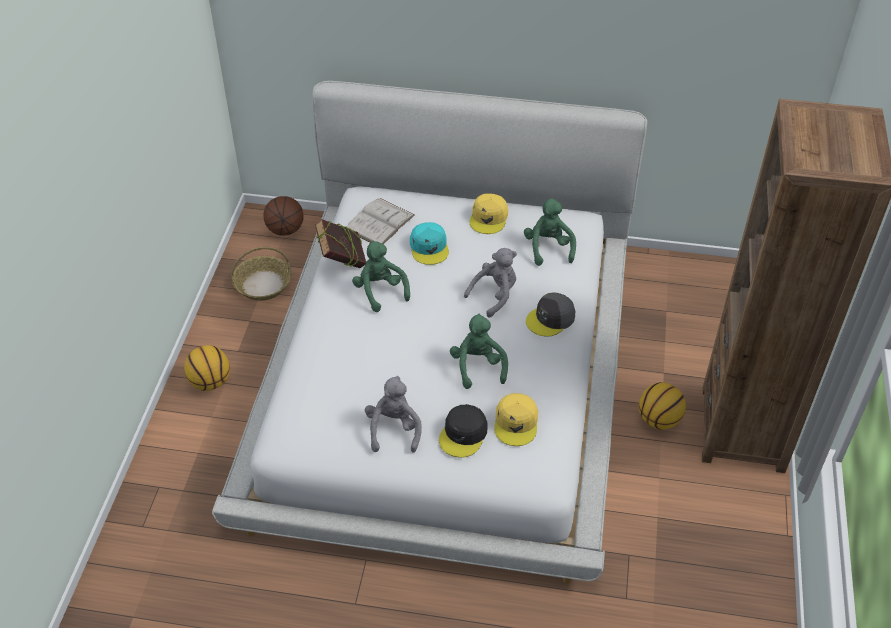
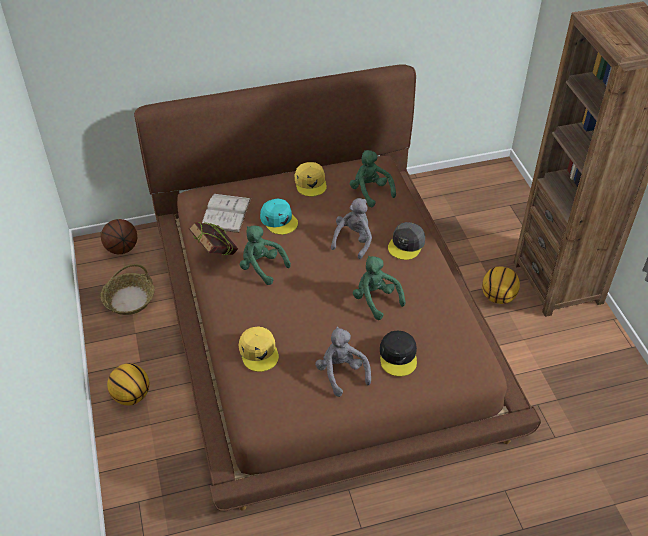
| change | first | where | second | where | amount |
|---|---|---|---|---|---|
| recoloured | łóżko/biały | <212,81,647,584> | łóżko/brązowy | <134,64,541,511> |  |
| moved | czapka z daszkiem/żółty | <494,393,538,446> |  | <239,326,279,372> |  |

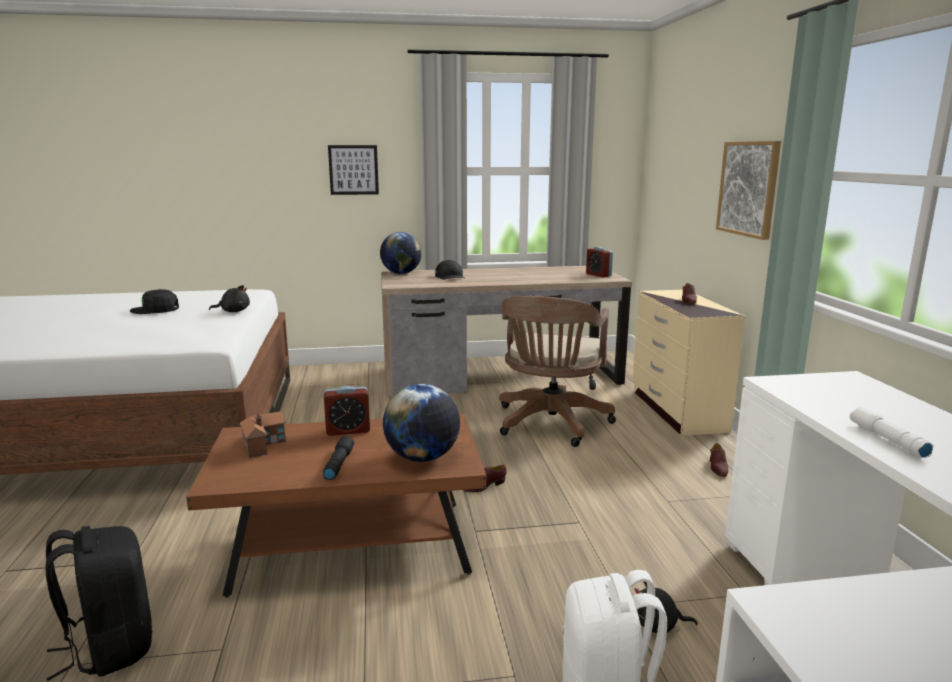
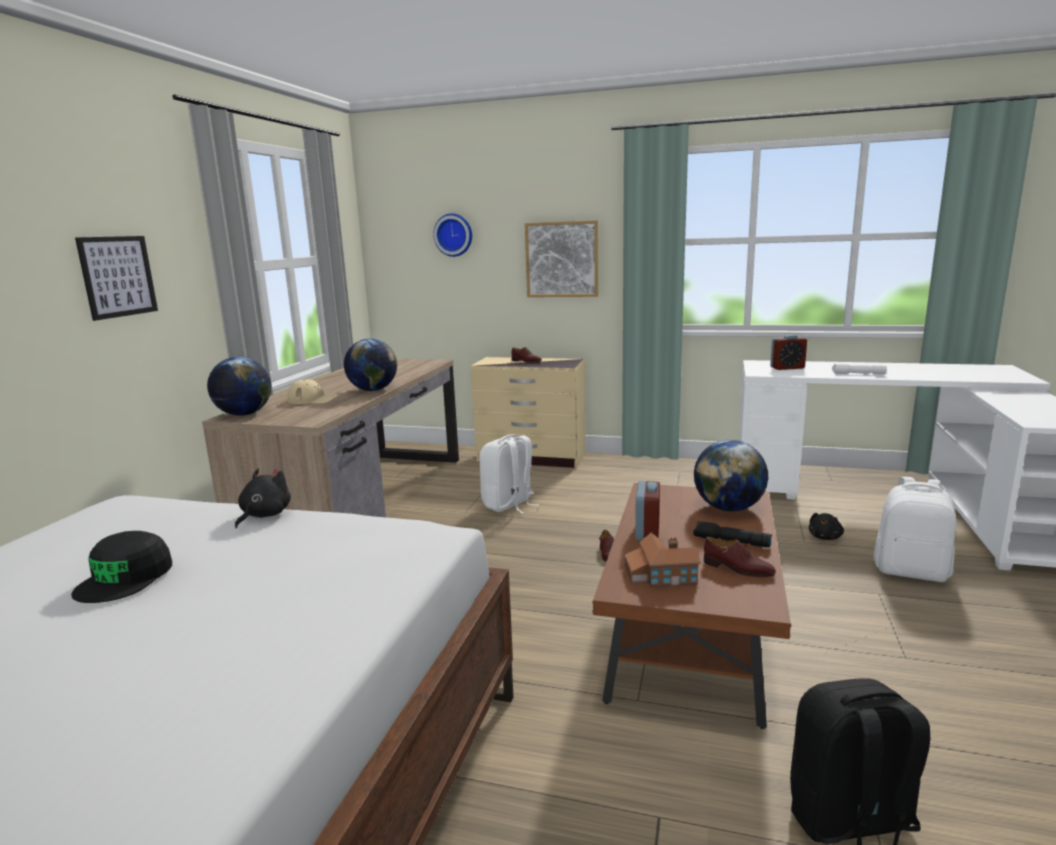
| change | first | where | second | where | amount |
|---|---|---|---|---|---|
| recoloured | czapka z daszkiem/czarny | <435,260,464,280> | czapka z daszkiem/beżowy | <287,379,339,404> |  |
| added |  |  | globus | <344,339,397,391> |  |
| added |  |  | zegar ścienny | <433,213,472,257> |  |
| replaced | krzesło biurowe/brązowy | <499,296,616,447> | plecak/biały | <480,435,539,514> |  |
| moved | but/brązowy | <710,443,728,477> |  | <704,537,776,577> |  |
| moved | budzik | <586,247,613,277> |  | <770,335,807,370> |  |

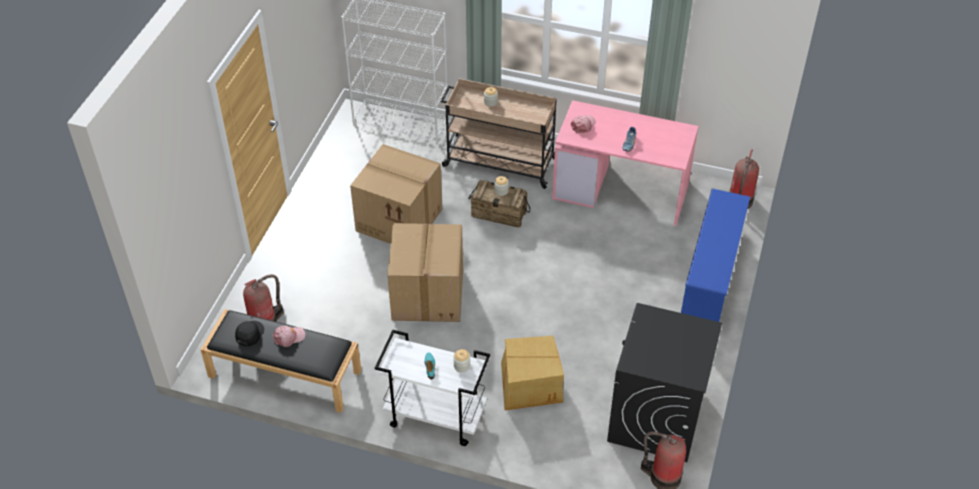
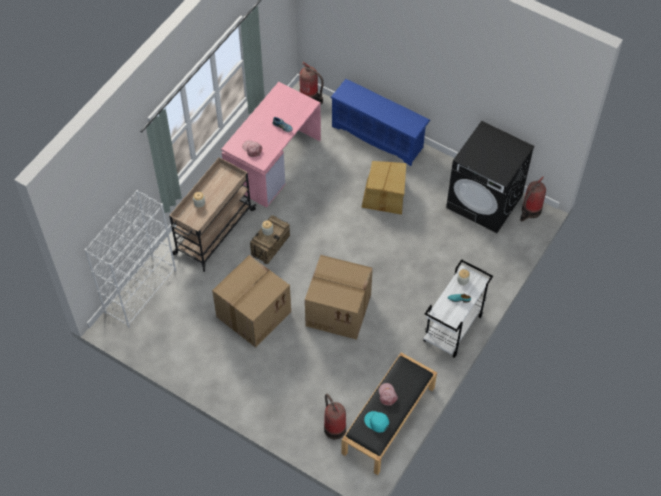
| change | first | where | second | where | amount |
|---|---|---|---|---|---|
| moved | karton | <501,336,564,410> |  | <361,161,406,215> |  |
| recoloured | czapka z daszkiem/czarny | <235,321,264,346> | czapka z daszkiem/turkusowy | <364,411,389,433> |  |

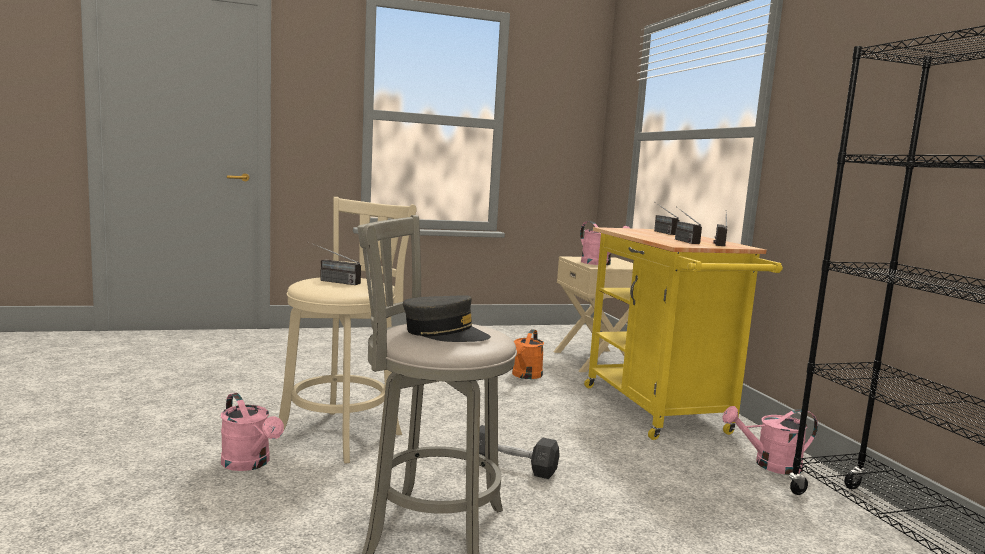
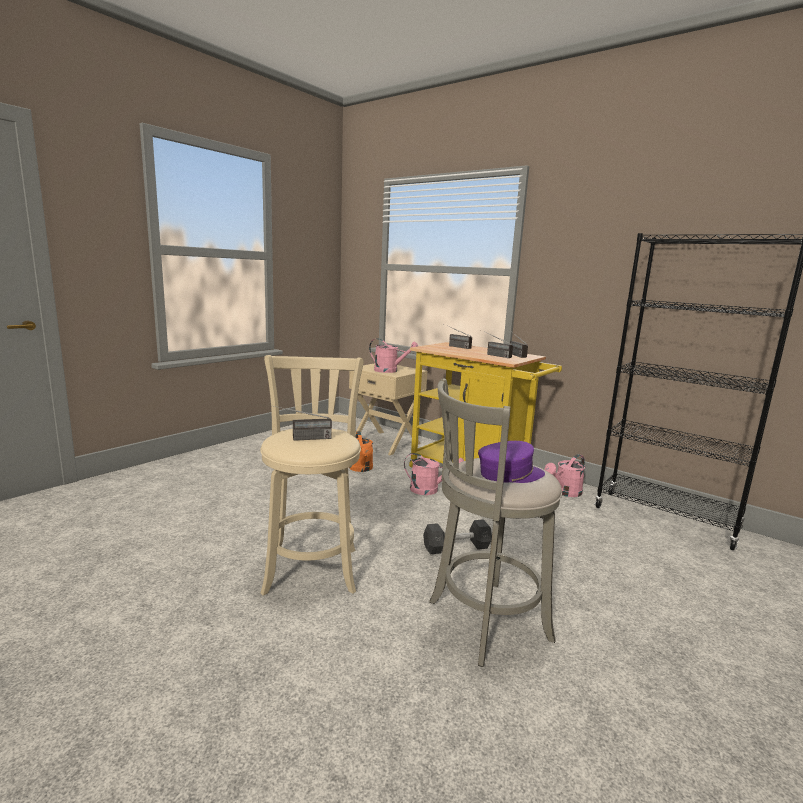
| change | first | where | second | where | amount |
|---|---|---|---|---|---|
| moved | konewka/różowy | <221,393,284,471> |  | <404,453,464,495> |  |
| recoloured | czapka z daszkiem/szary | <403,295,491,342> | czapka z daszkiem/fioletowy | <478,441,545,483> |  |

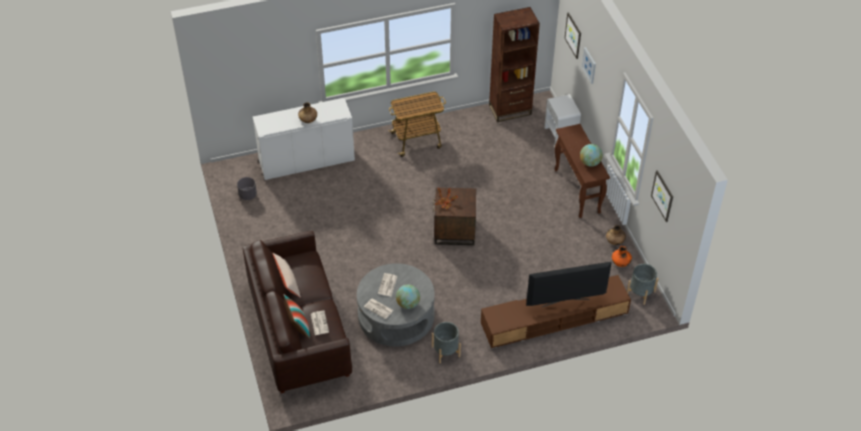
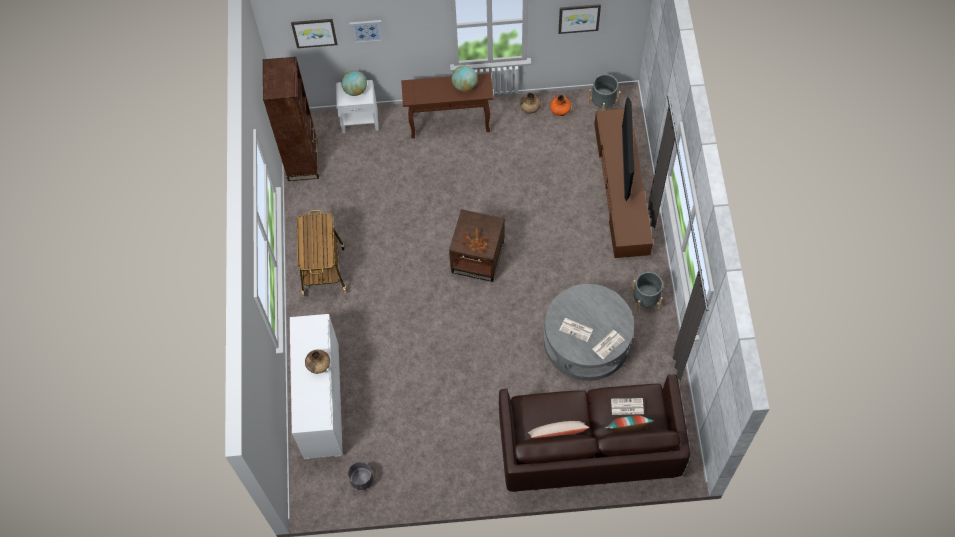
| change | first | where | second | where | amount |
|---|---|---|---|---|---|
| moved | globus | <396,285,420,309> |  | <341,70,367,96> |  |

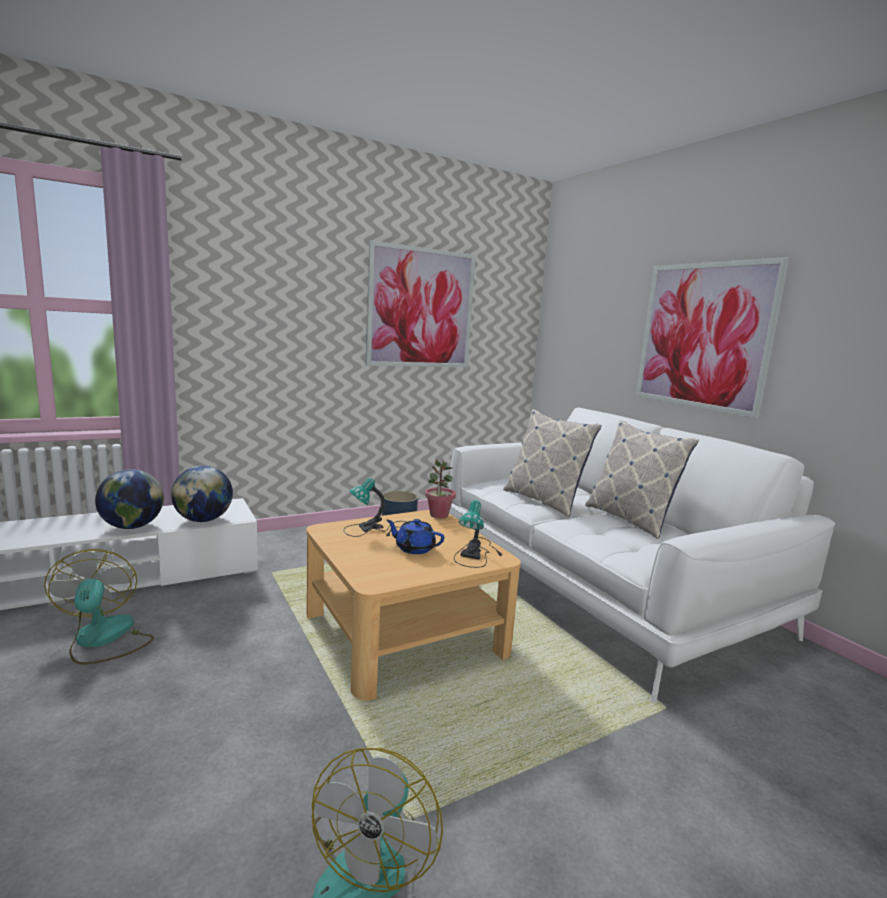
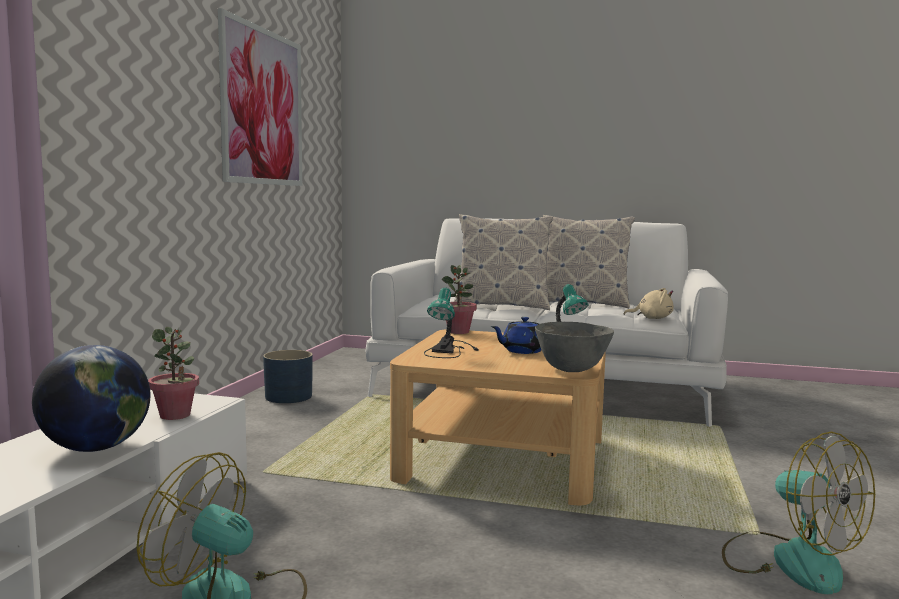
| change | first | where | second | where | amount |
|---|---|---|---|---|---|
| replaced | globus | <171,465,233,522> | roślina doniczkowa | <148,327,199,420> |  |
| added |  |  | miska/szary | <535,322,614,372> |  |
| added |  |  | pluszak/beżowy | <624,288,674,319> |  |
| removed | obraz | <636,257,790,418> |  |  |  |

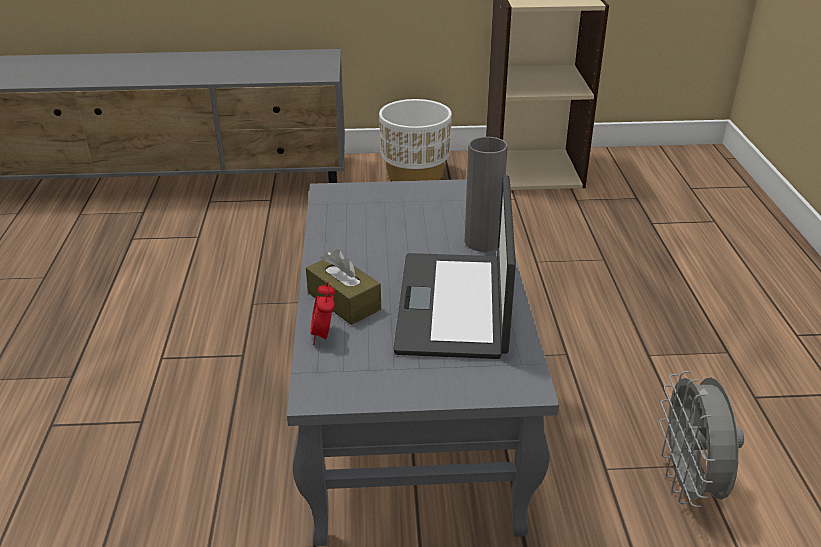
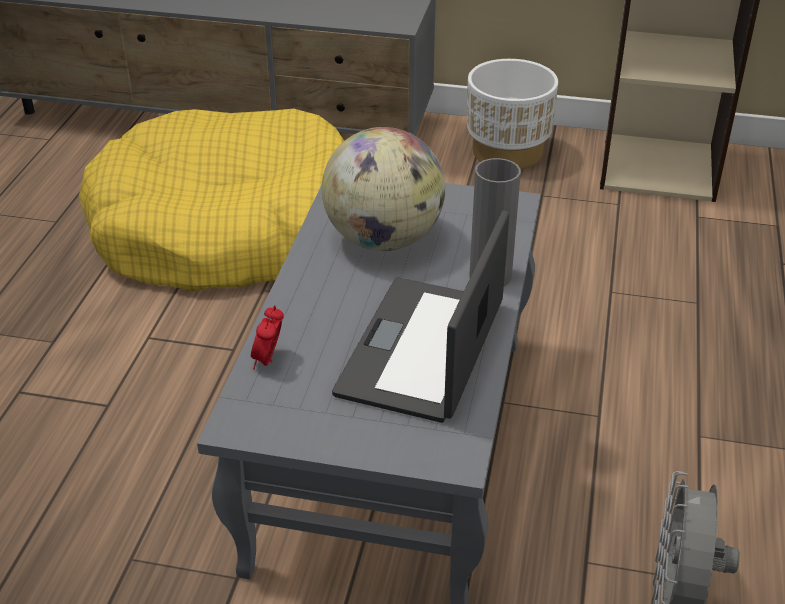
| change | first | where | second | where | amount |
|---|---|---|---|---|---|
| added |  |  | legowisko/żółty | <79,109,344,292> |  |
| added |  |  | globus | <322,127,445,251> |  |
| removed | pudełko chusteczek/brązowy | <306,249,381,325> |  |  |  |

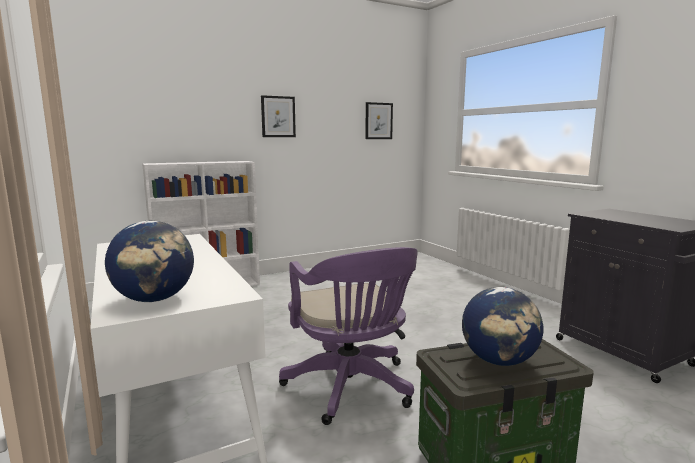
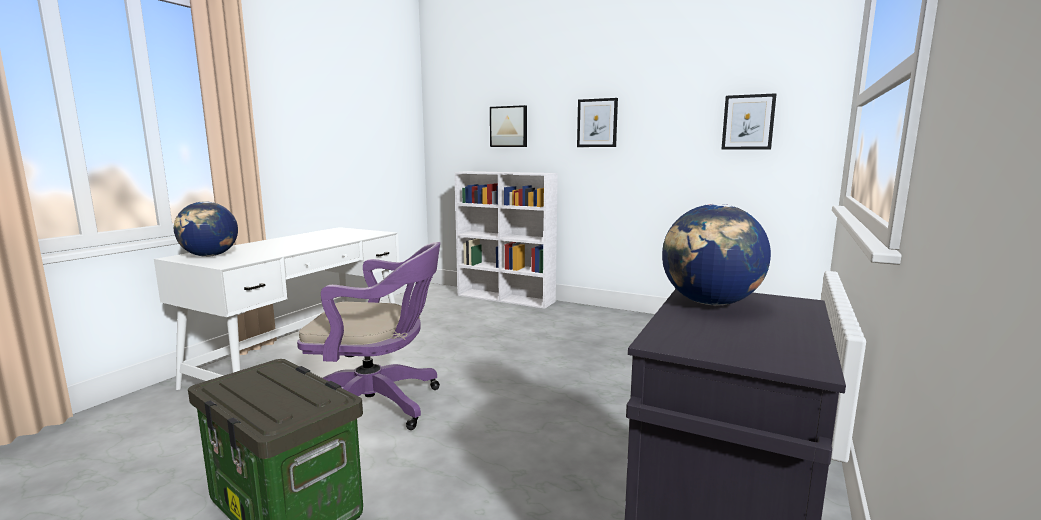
| change | first | where | second | where | amount |
|---|---|---|---|---|---|
| turned | krzesło biurowe/fioletowy | <279,247,418,425> |  | <297,242,440,430> | 120 degrees counterclockwise |
| added |  |  | obraz | <490,105,527,147> |  |
| moved | globus | <462,287,544,366> |  | <662,204,771,305> |  |

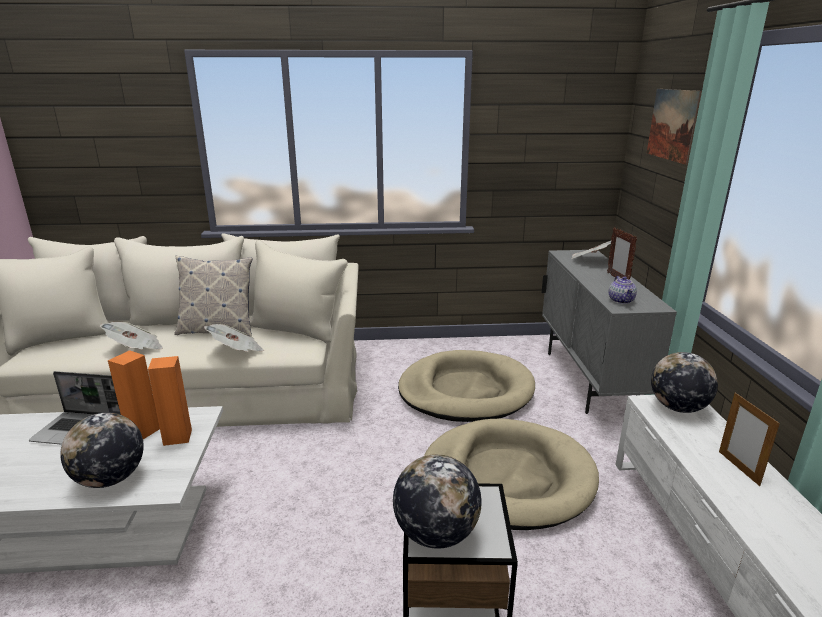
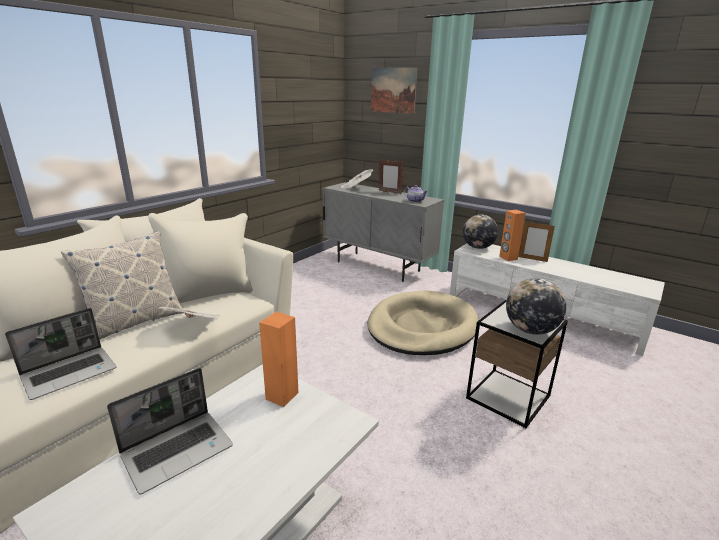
| change | first | where | second | where | amount |
|---|---|---|---|---|---|
| replaced | gazeta | <100,322,163,350> | laptop | <5,308,116,400> |  |
| moved | głośnik/pomarańczowy | <108,350,160,439> |  | <499,210,526,261> |  |
| removed | globus | <60,413,144,488> |  |  |  |
| removed | legowisko/beżowy | <398,350,535,422> |  |  |  |

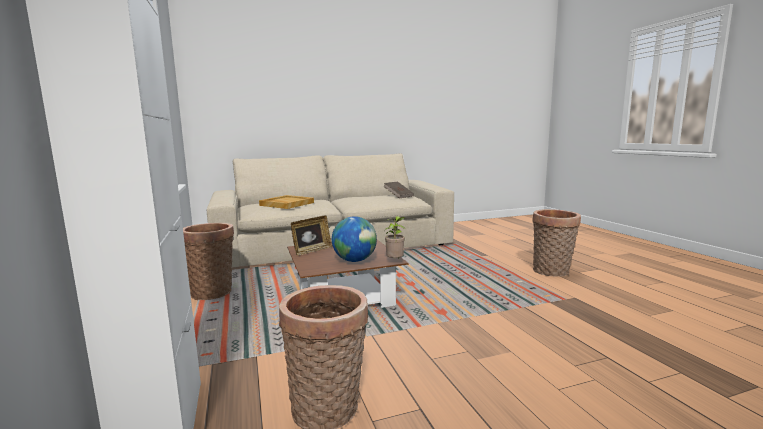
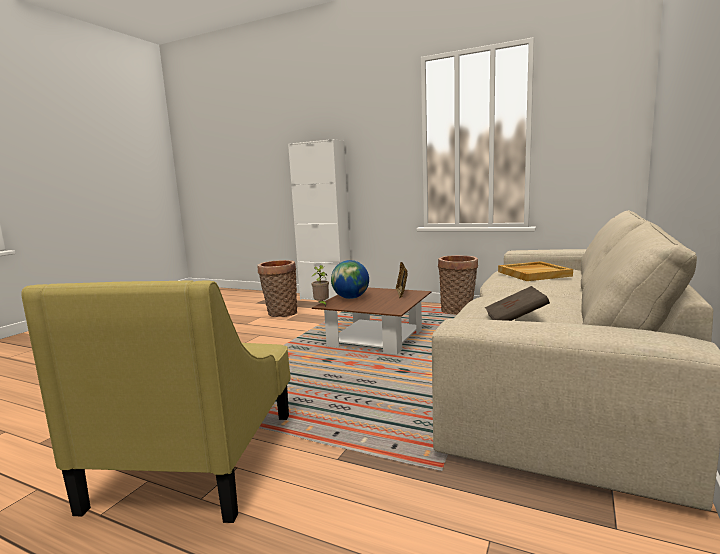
| change | first | where | second | where | amount |
|---|---|---|---|---|---|
| replaced | koszyk | <532,209,581,277> | fotel/żółty | <21,280,291,523> |  |

